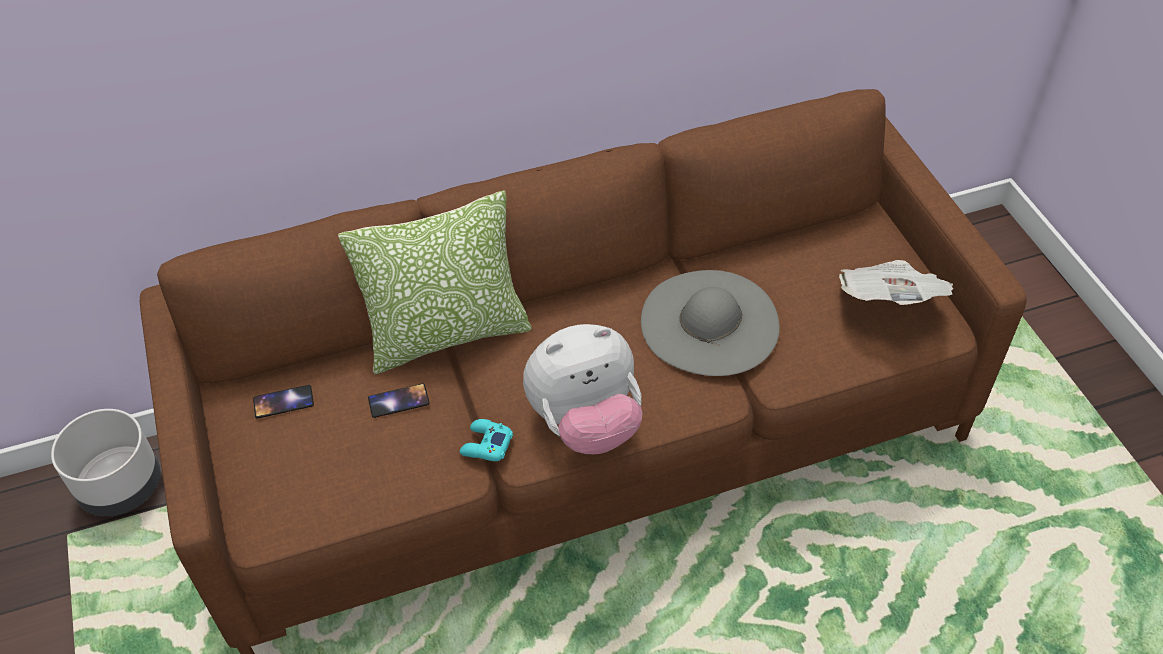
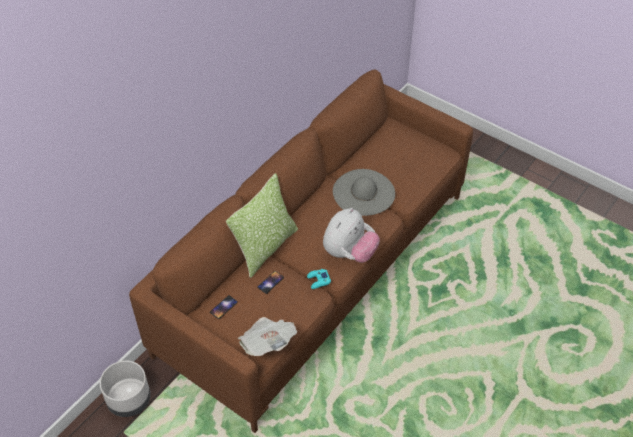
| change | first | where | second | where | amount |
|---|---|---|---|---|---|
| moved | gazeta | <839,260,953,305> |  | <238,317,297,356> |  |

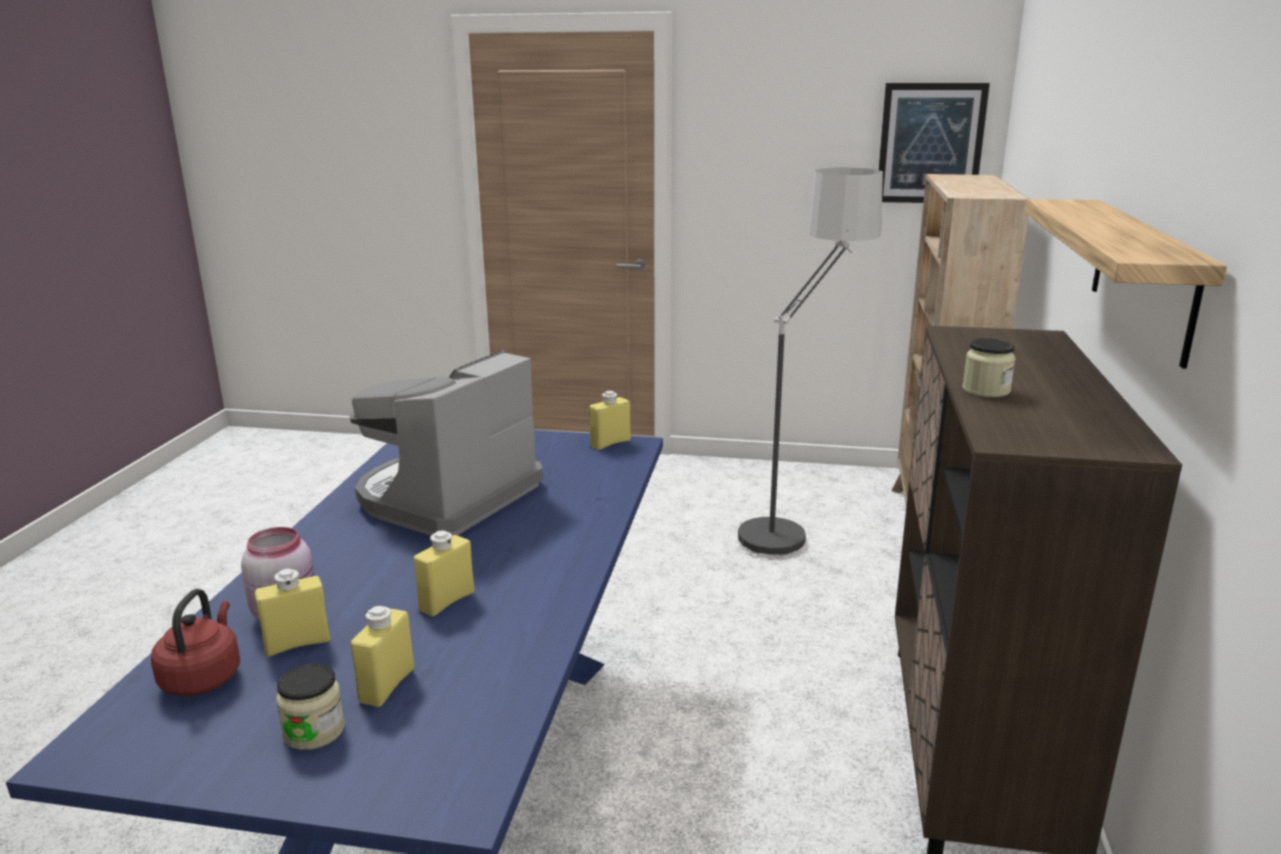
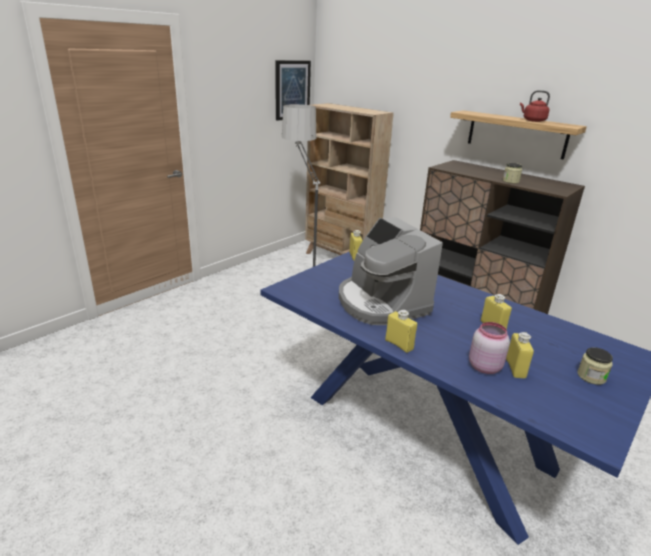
| change | first | where | second | where | amount |
|---|---|---|---|---|---|
| moved | butelka/żółty | <351,606,415,707> |  | <385,310,417,353> |  |
| moved | czajnik/czerwony | <151,589,240,696> |  | <520,90,550,122> |  |

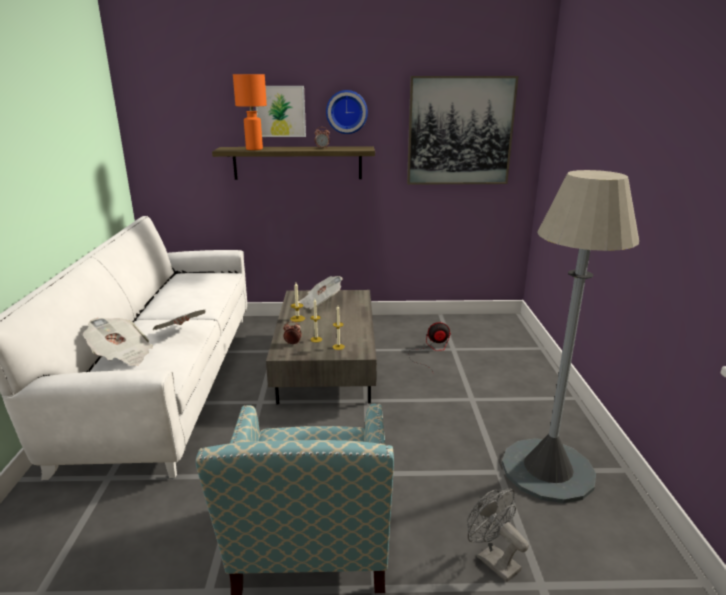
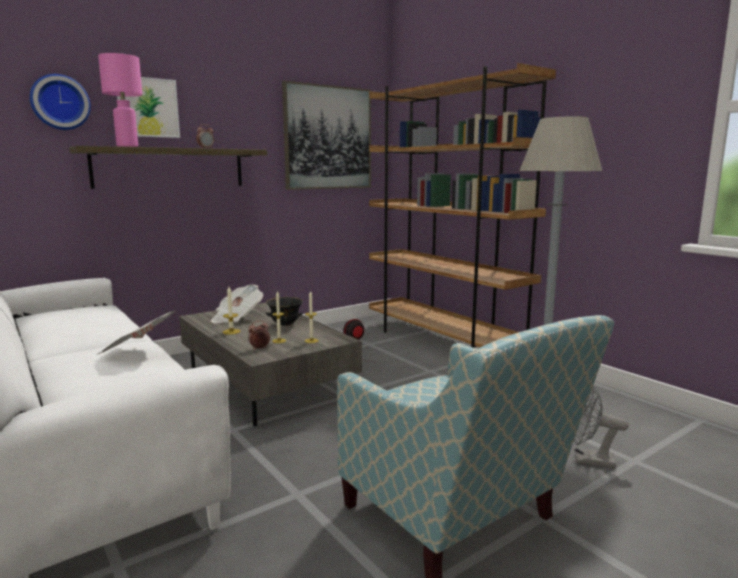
| change | first | where | second | where | amount |
|---|---|---|---|---|---|
| moved | zegar ścienny | <326,90,368,134> |  | <30,74,91,130> |  |
| recoloured | lampa stołowa/pomarańczowy | <233,74,267,150> | lampa stołowa/różowy | <98,53,142,147> |  |
| added |  |  | miska/czarny | <266,297,303,326> |  |
| added |  |  | regał/brązowy | <369,63,556,348> |  |
| removed | gazeta | <83,318,153,366> |  |  |  |

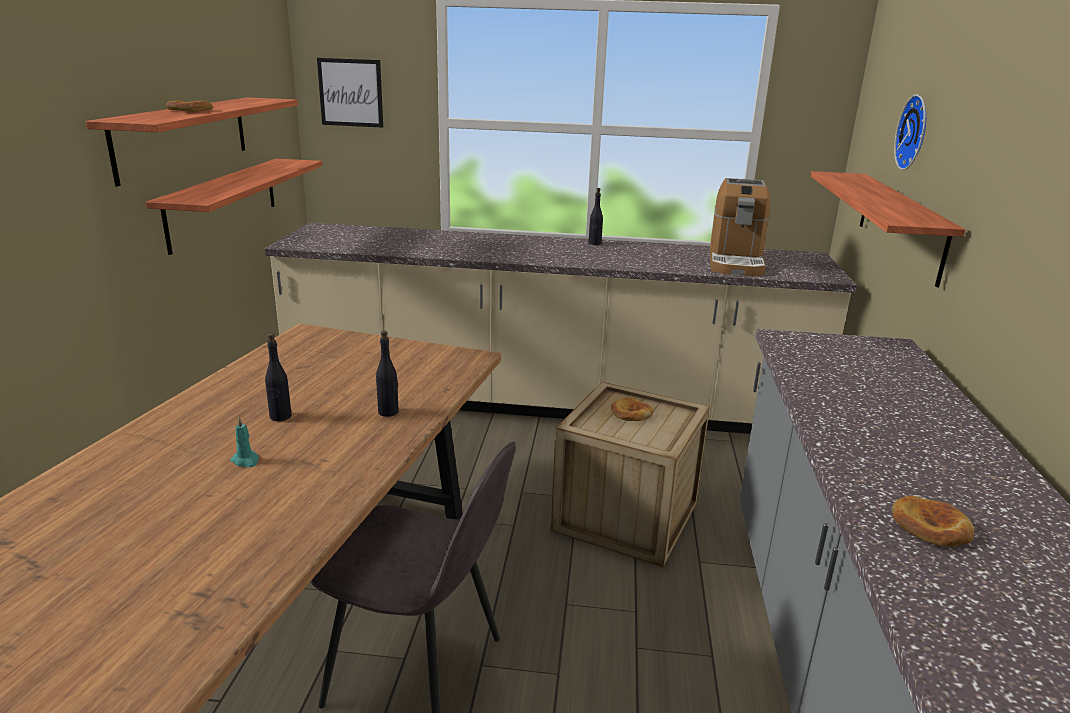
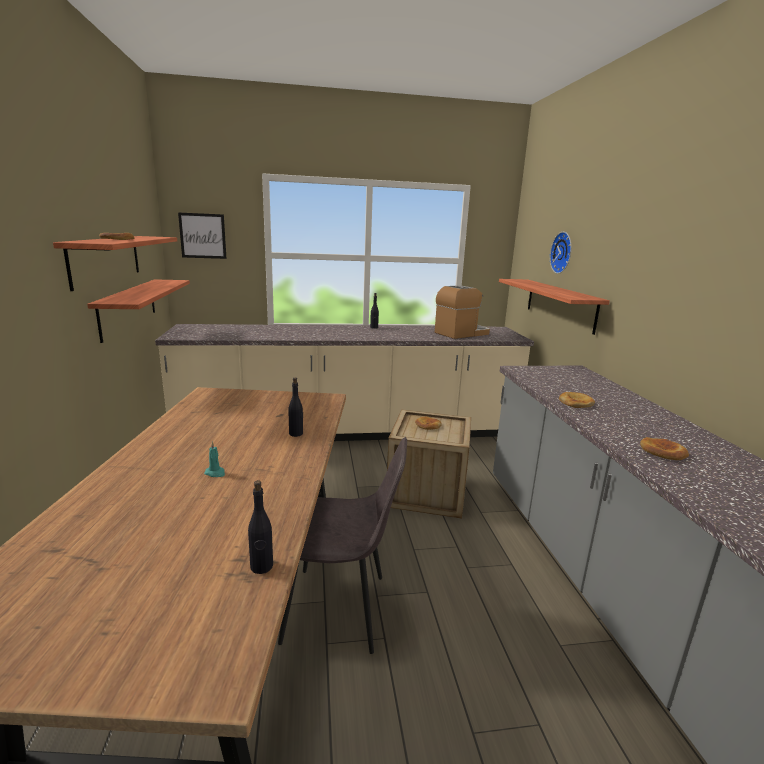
| change | first | where | second | where | amount |
|---|---|---|---|---|---|
| moved | butelka/czarny | <265,333,292,421> |  | <248,480,273,574> |  |
| turned | ekspres do kawy | <710,178,770,276> |  | <435,285,490,339> | 120 degrees counterclockwise |
| added |  |  | chleb | <559,392,595,408> |  |

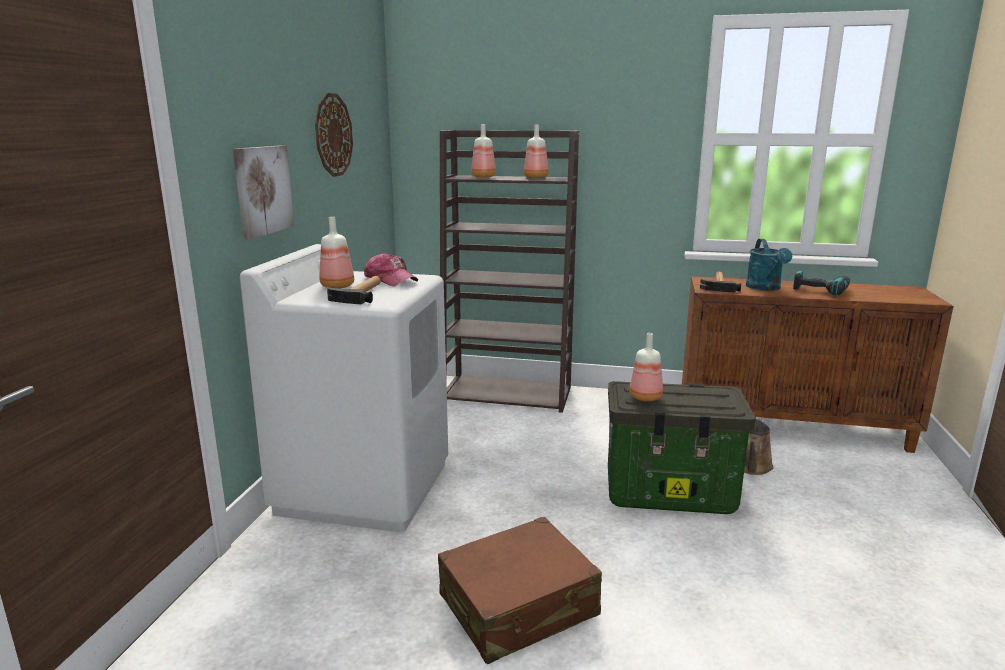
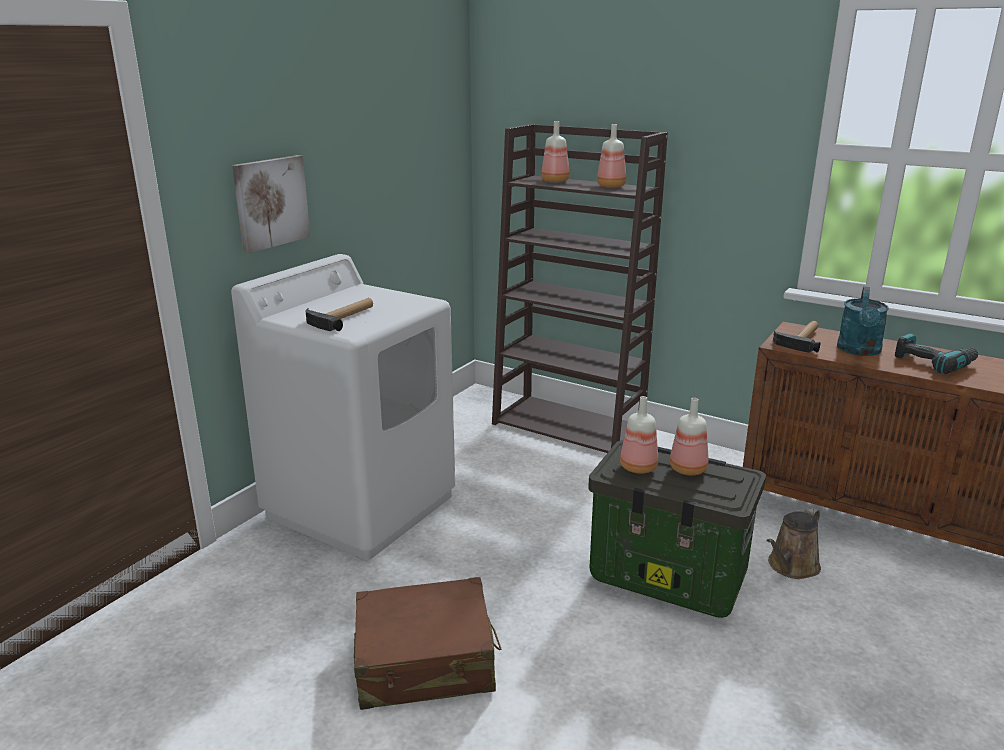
| change | first | where | second | where | amount |
|---|---|---|---|---|---|
| moved | butelka | <320,217,354,288> |  | <670,398,709,475> |  |
| removed | zegar ścienny | <315,93,353,177> |  |  |  |
| removed | czapka z daszkiem | <364,253,418,286> |  |  |  |

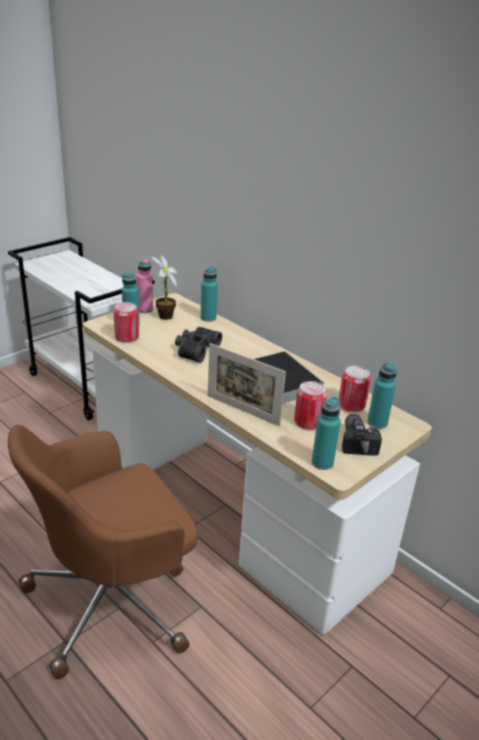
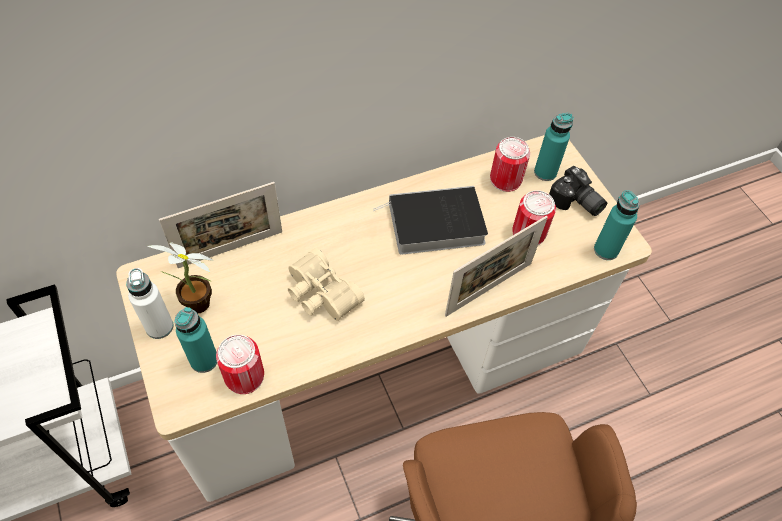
| change | first | where | second | where | amount |
|---|---|---|---|---|---|
| recoloured | butelka/różowy | <136,259,153,313> | butelka/biały | <126,268,173,339> |  |
| replaced | butelka/turkusowy | <201,267,218,322> | ramka na zdjęcie | <159,182,282,268> |  |
| recoloured | lornetka/czarny | <175,327,222,363> | lornetka/beżowy | <288,248,365,321> |  |
| turned | aparat fotograficzny | <342,414,382,456> |  | <549,166,607,216> | 150 degrees counterclockwise |

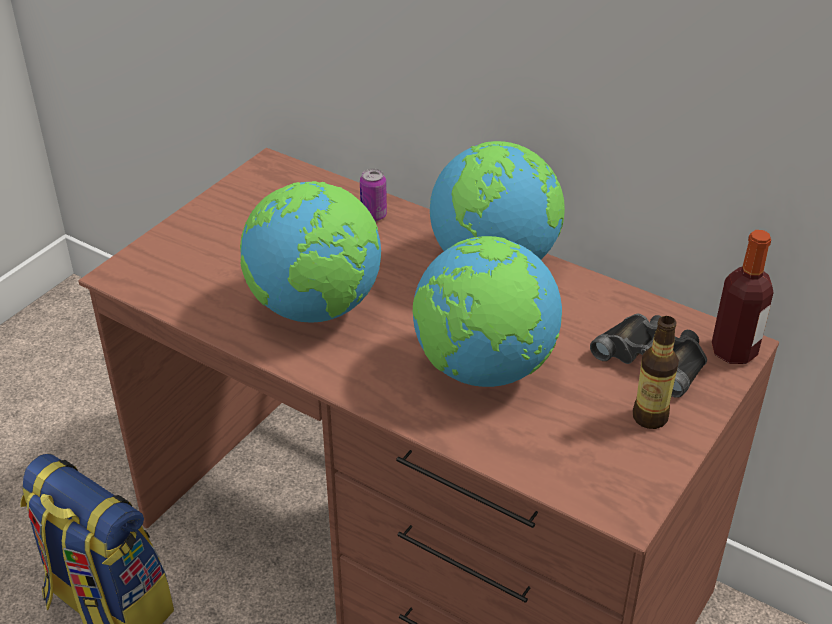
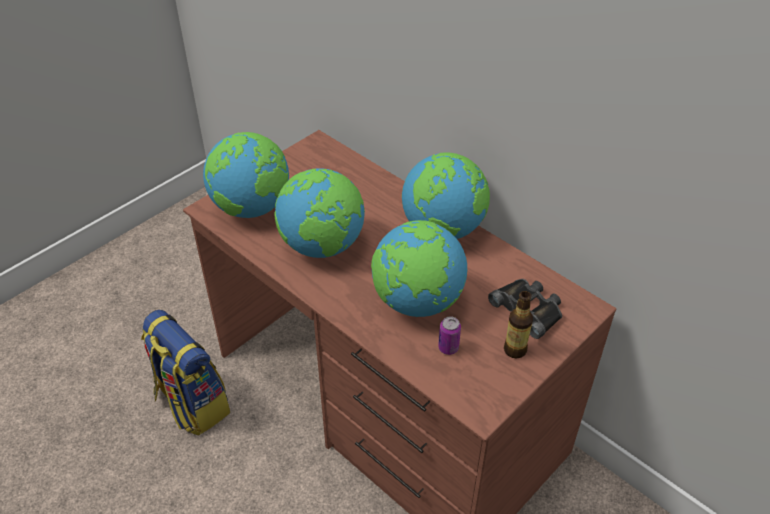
| change | first | where | second | where | amount |
|---|---|---|---|---|---|
| added |  |  | globus | <203,132,289,218> |  |
| moved | puszka | <360,169,387,221> |  | <438,316,461,355> |  |
| removed | butelka | <712,230,774,364> |  |  |  |

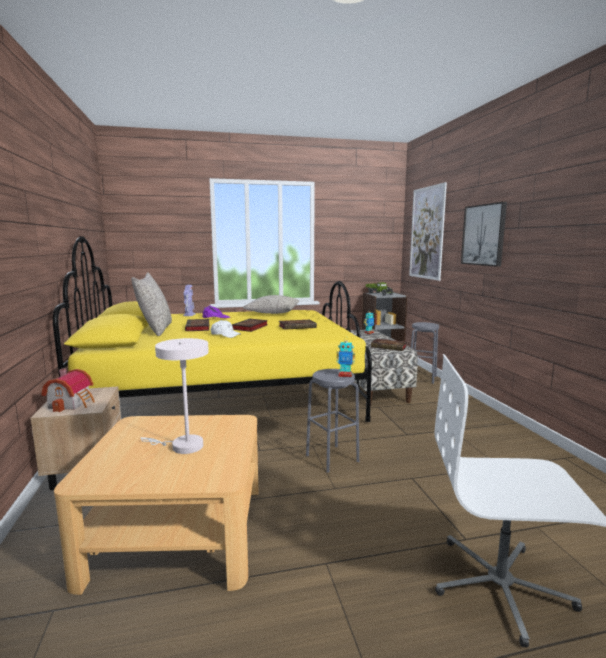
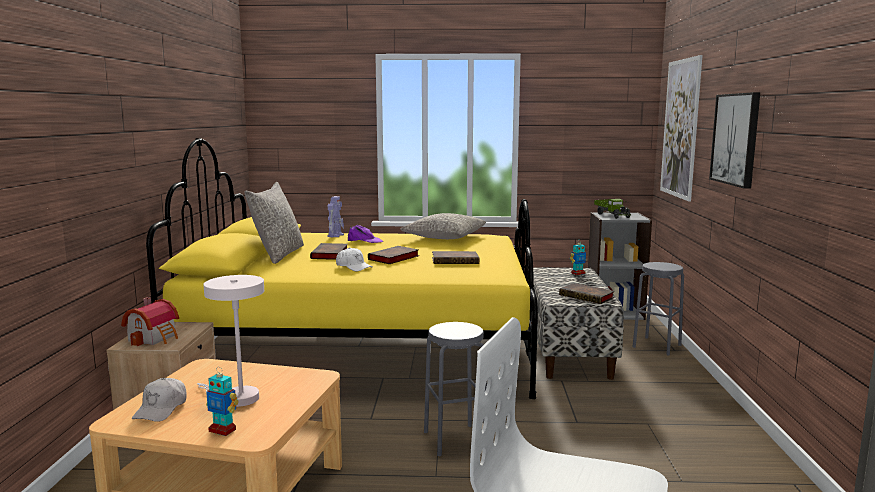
| change | first | where | second | where | amount |
|---|---|---|---|---|---|
| added |  |  | czapka z daszkiem/biały | <132,378,187,422> |  |
| moved | robot zabawkowy | <336,337,355,377> |  | <206,367,239,436> |  |

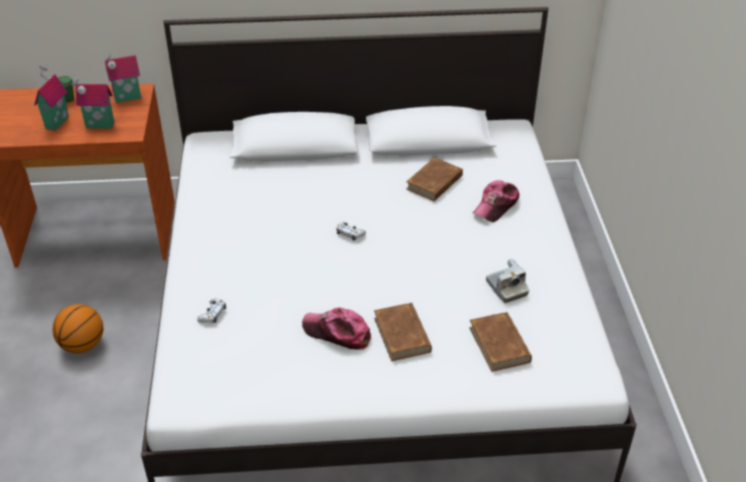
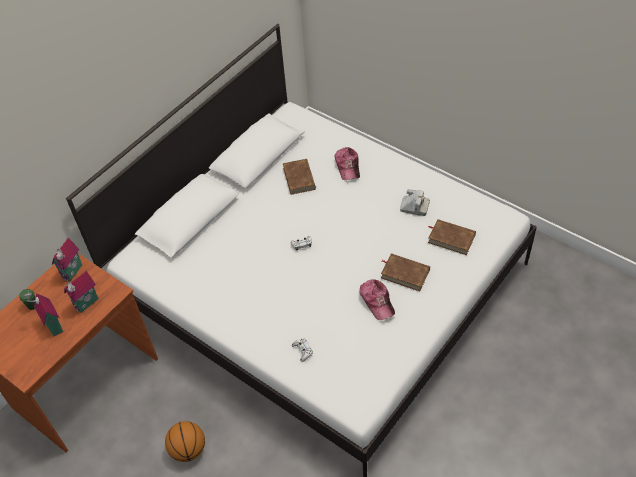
| change | first | where | second | where | amount |
|---|---|---|---|---|---|
| turned | czapka z daszkiem | <302,308,371,350> |  | <359,279,395,320> | 90 degrees counterclockwise |

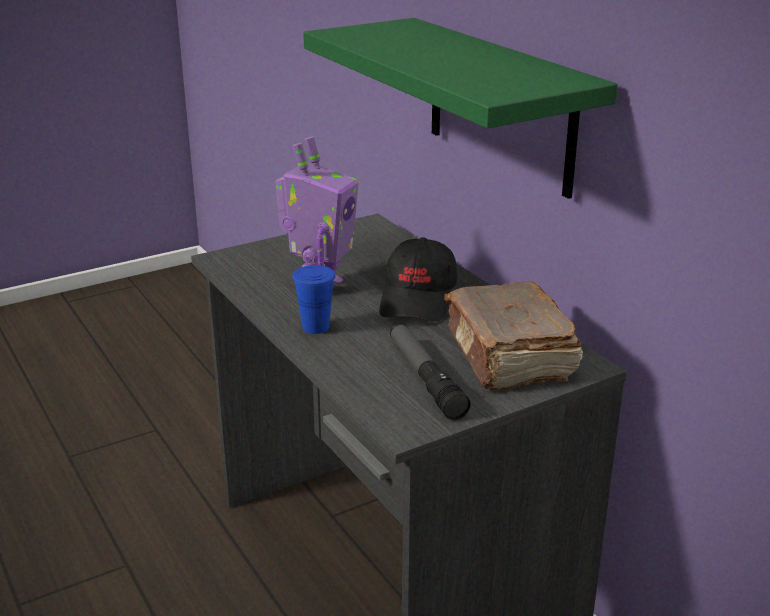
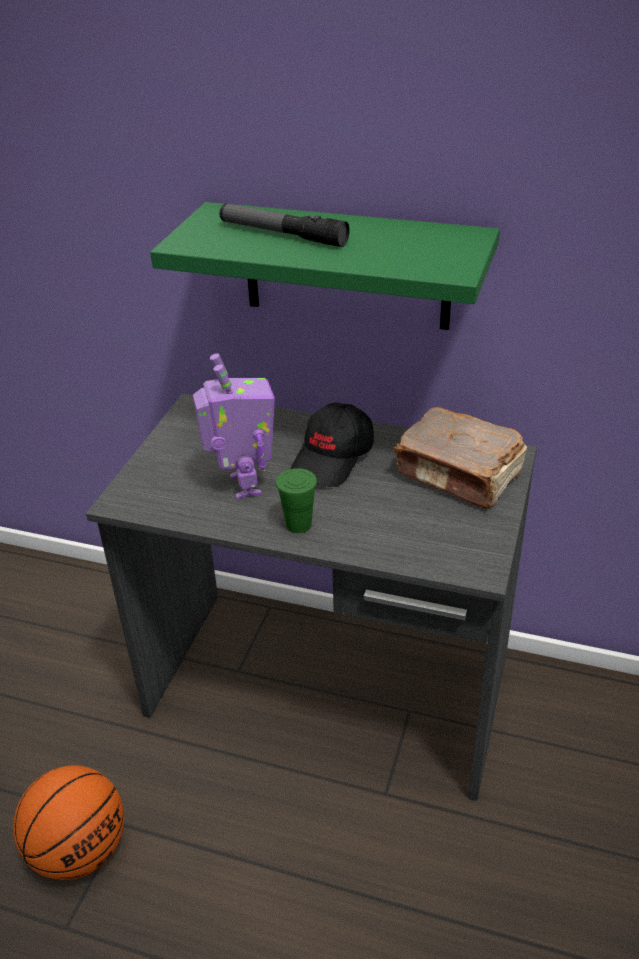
| change | first | where | second | where | amount |
|---|---|---|---|---|---|
| added |  |  | piłka do koszykówki | <13,765,124,880> |  |
| moved | latarka | <390,324,471,420> |  | <220,204,350,247> |  |
| recoloured | filiżanka/niebieski | <292,265,336,334> | filiżanka/zielony | <276,468,317,533> |  |
| turned | czapka z daszkiem/czarny | <379,237,457,322> |  | <290,402,374,487> | 60 degrees clockwise |

